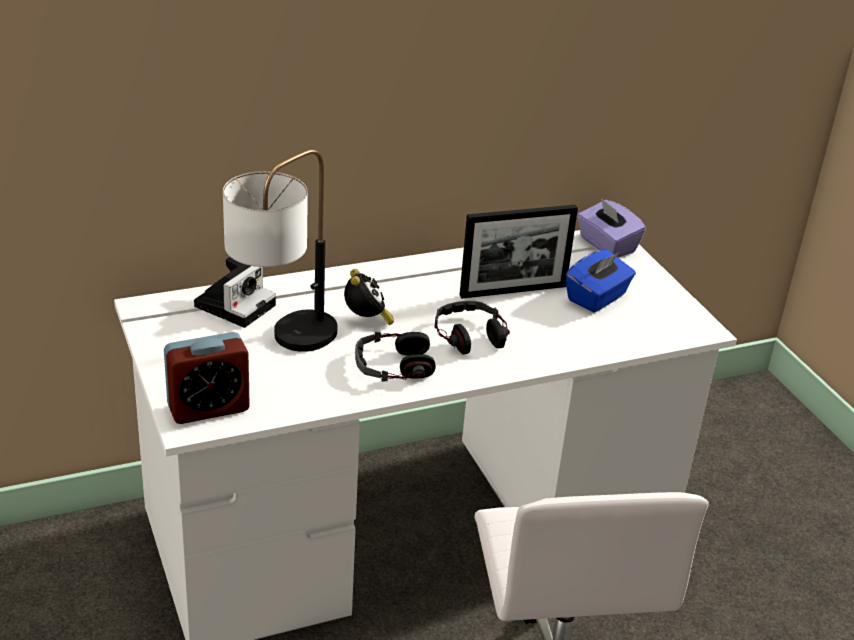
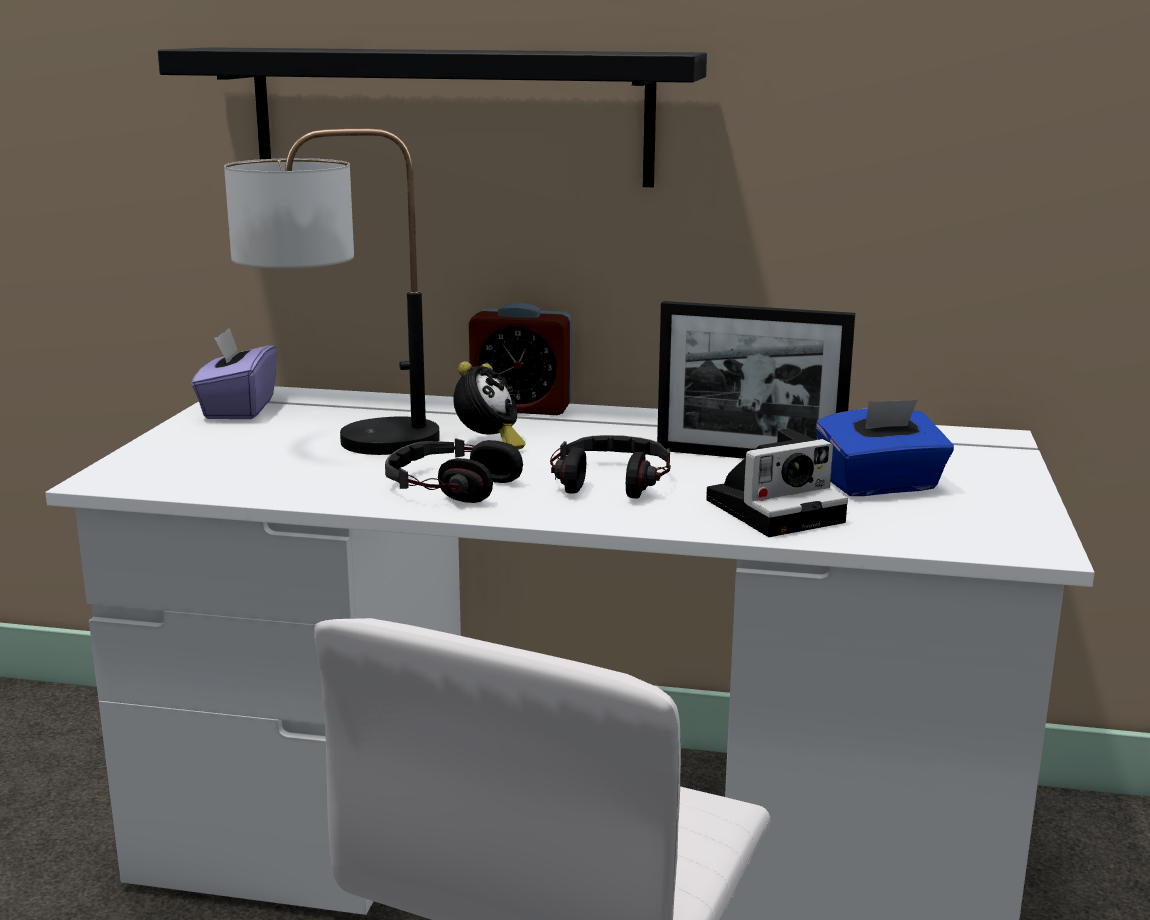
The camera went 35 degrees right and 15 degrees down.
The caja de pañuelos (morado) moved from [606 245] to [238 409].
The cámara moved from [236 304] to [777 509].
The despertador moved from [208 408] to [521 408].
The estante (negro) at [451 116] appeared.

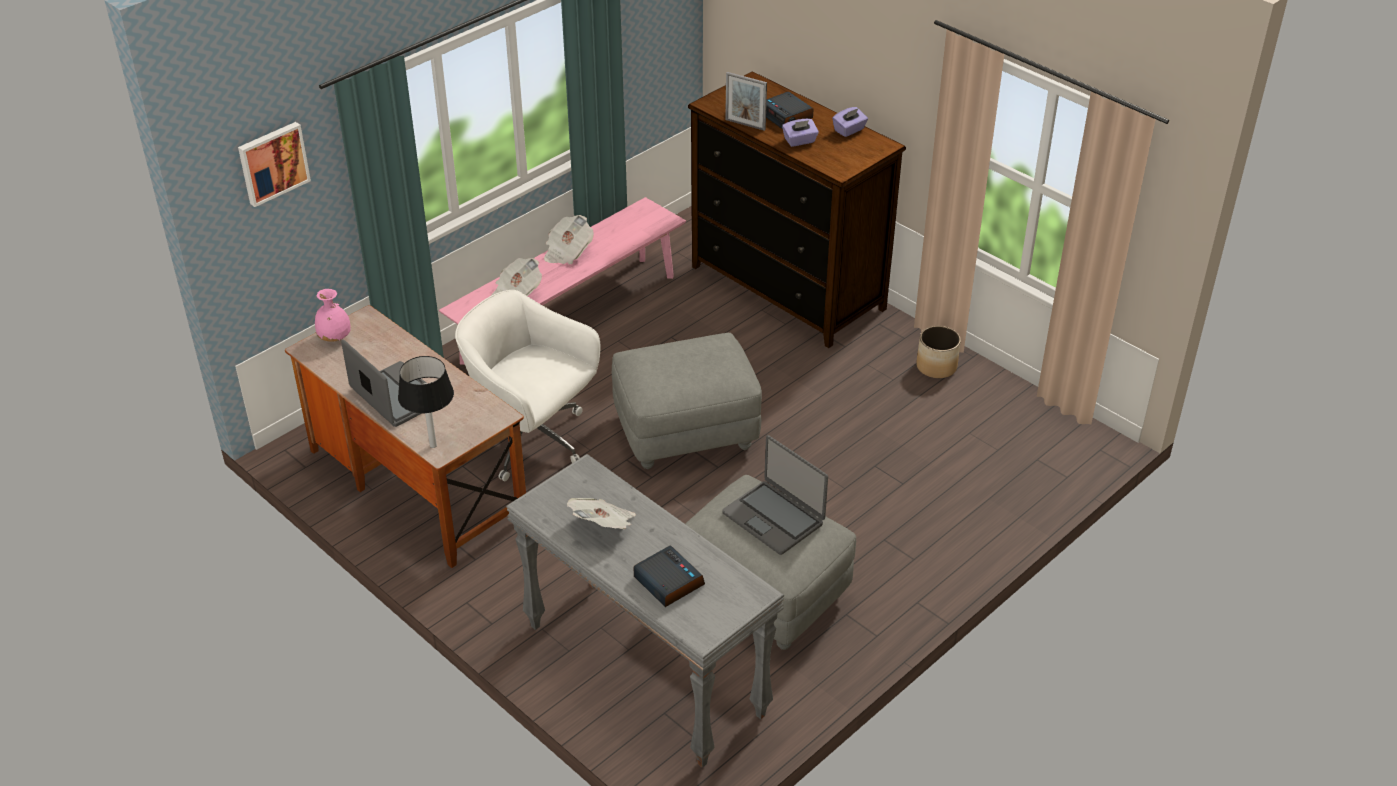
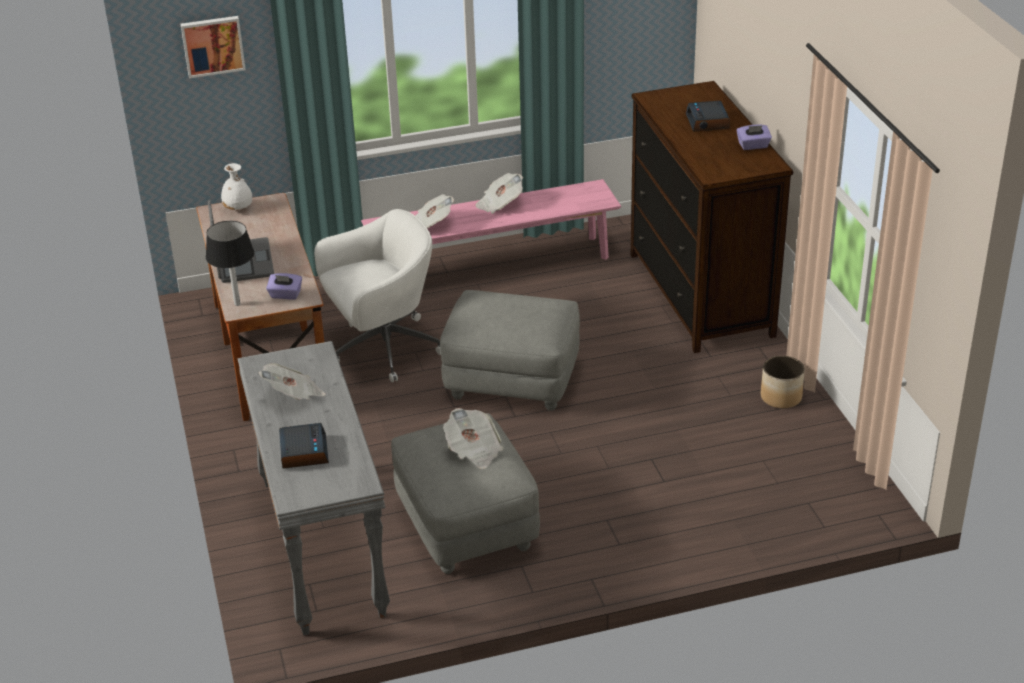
The camera went 30 degrees right and 5 degrees down.
The portarretratos at [745 124] disappeared.
The caja de pañuelos (morado) moved from [800 141] to [285 295].
The florero (rosa) at [335 338] became the florero (blanco) at [238 209].
The silla de oficina (blanco) at [531 441] turned 90 degrees clockwise.
The portátil at [774 518] was replaced by the periódico at [474 450].

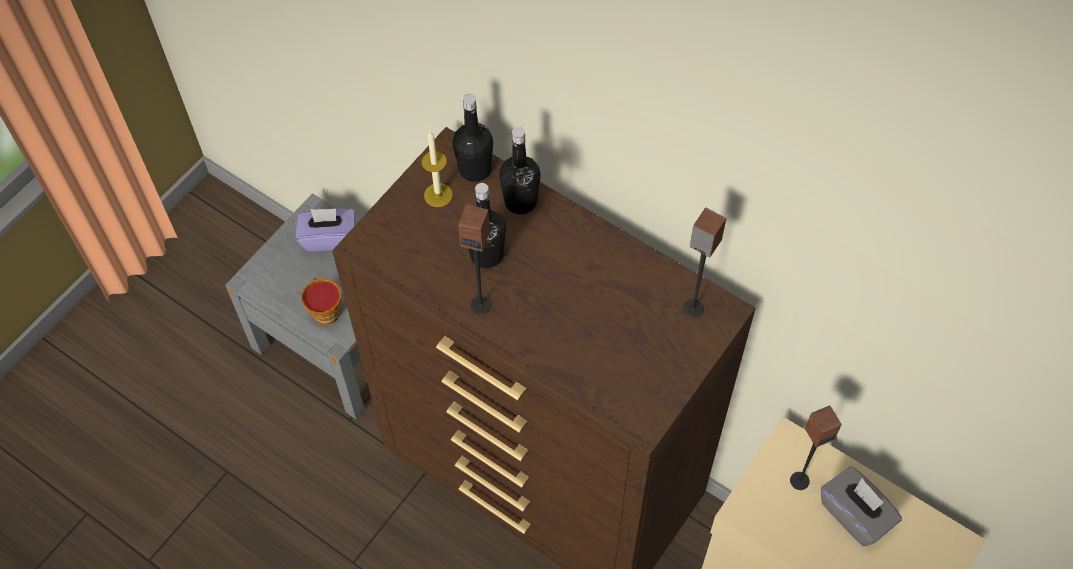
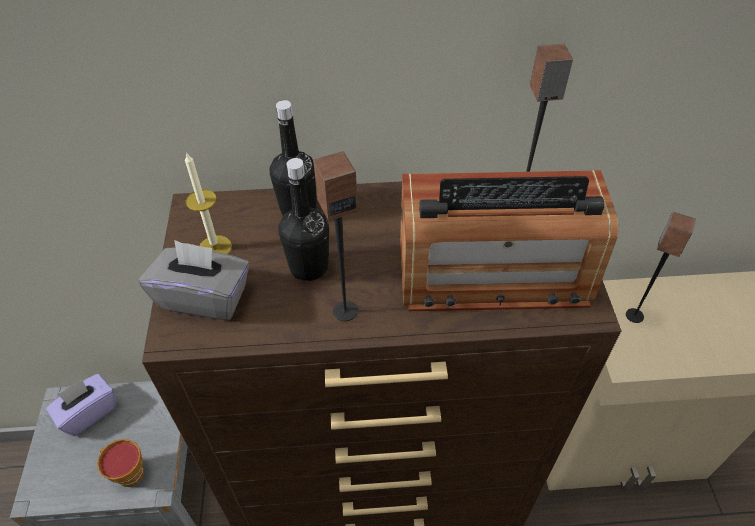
The camera went 40 degrees left and 10 degrees down.
The botella (negro) at [475 169] disappeared.
The caja de pañuelos (gris) moved from [855 514] to [204 297].
The radio at [492 274] appeared.

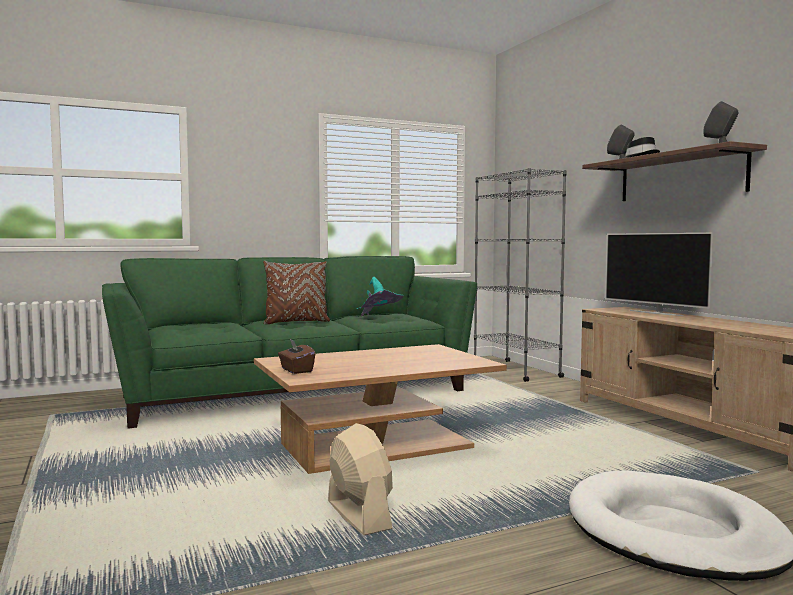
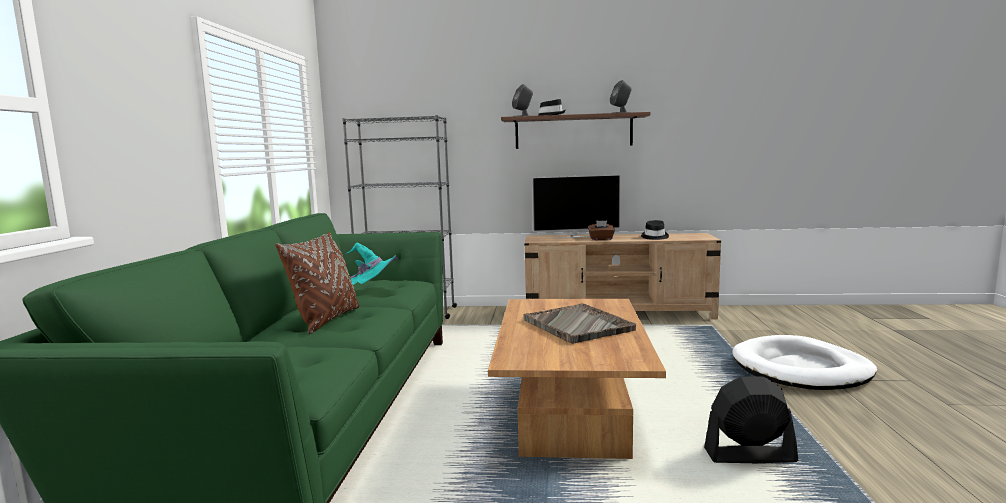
The camera went 60 degrees left and 5 degrees up.
The caja de pañuelos (marrón) moved from [296 370] to [601 239].
The ventilador (beis) at [358 515] became the ventilador (negro) at [749 455].
The sombrero (negro) at [654 237] appeared.
The bandeja (gris) at [578 325] appeared.

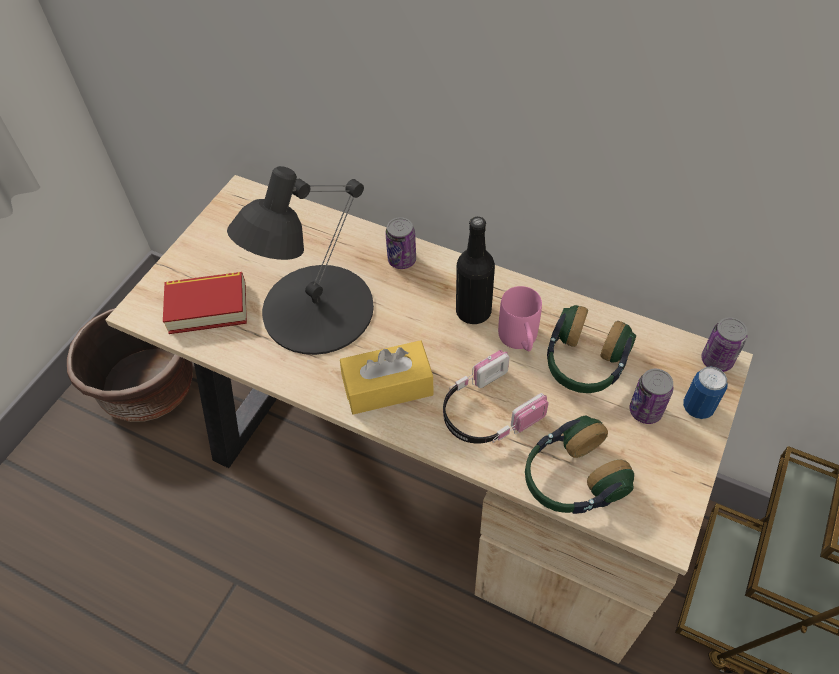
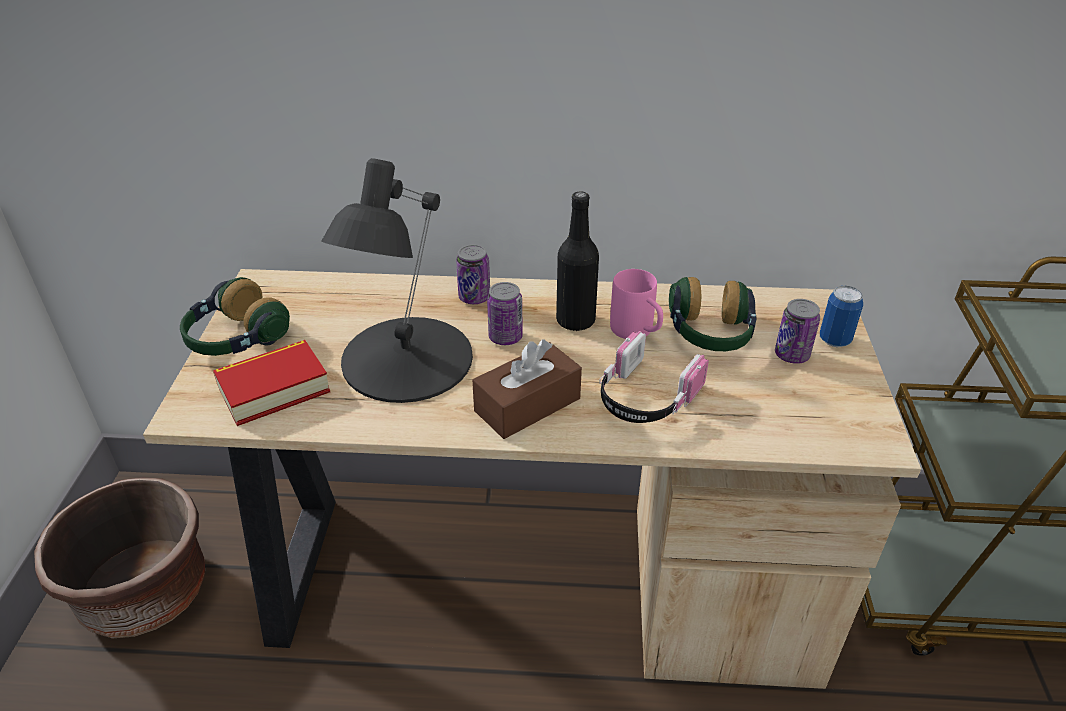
The camera went 25 degrees left and 15 degrees down.
The lata moved from [716 360] to [505 337].
The caja de pañuelos (amarillo) at [388 387] became the caja de pañuelos (marrón) at [527 405].
The auriculares moved from [571 479] to [236 339].

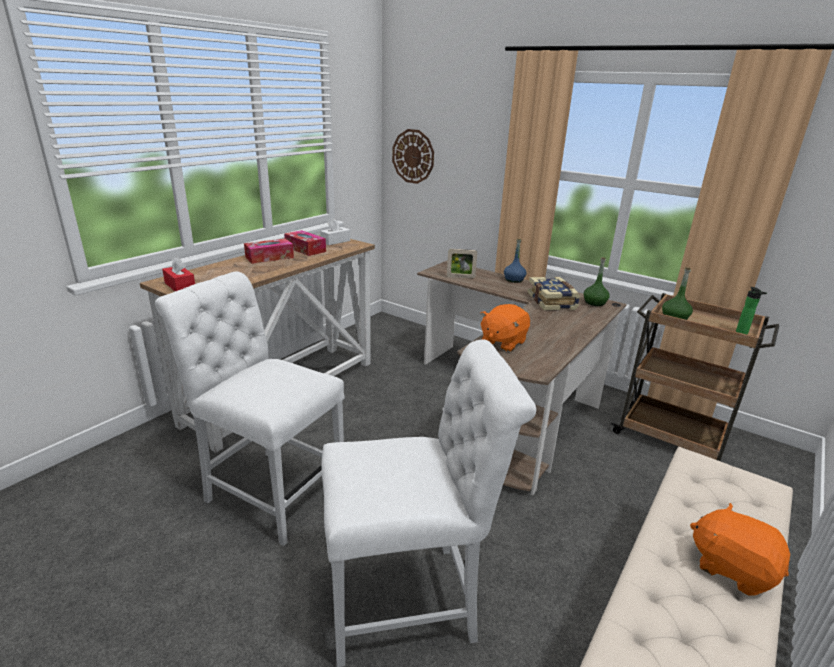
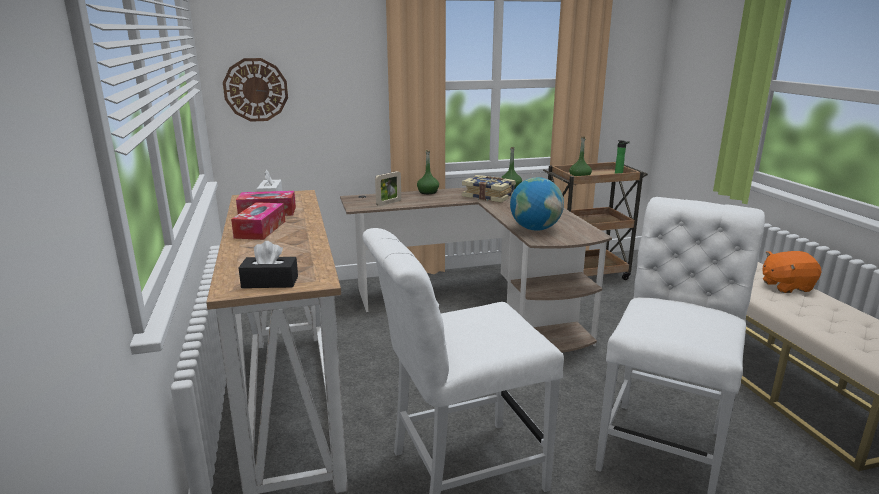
The camera went 50 degrees left and 5 degrees down.
The botella (azul) at [514 280] became the botella (verde) at [428 192].
The caja de pañuelos (rojo) at [180 286] became the caja de pañuelos (negro) at [270 282].
The peluche (naranja) at [502 342] was replaced by the globo terráqueo at [535 229].

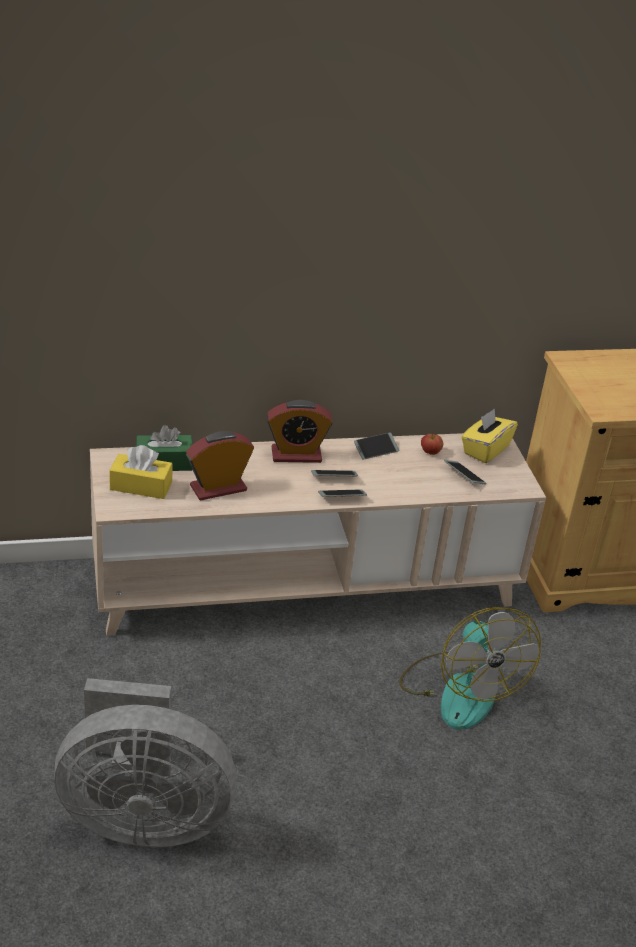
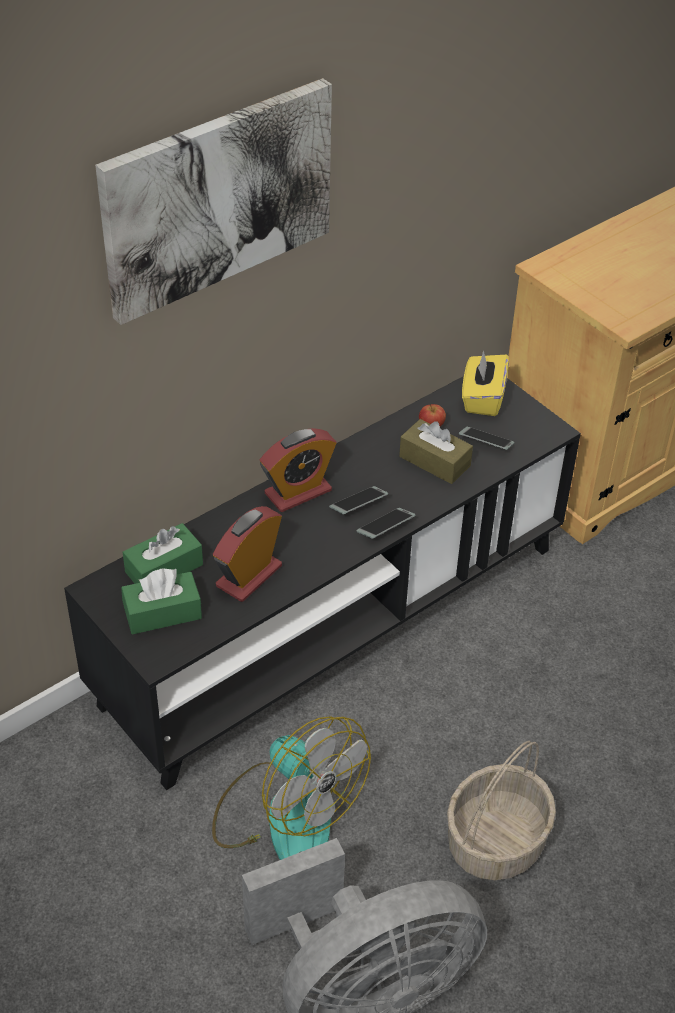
The camera went 25 degrees left and 10 degrees up.
The mueble de televisión (beis) at [306 587] became the mueble de televisión (negro) at [334 624].
The móvil at [376 450] disappeared.
The caja de pañuelos (amarillo) at [141 486] became the caja de pañuelos (verde) at [162 613].
The ventilador moved from [460 689] to [285 814].
The cuadro at [217 198] appeared.
The caja de pañuelos (marrón) at [434 461] appeared.
The cesta at [495 840] appeared.

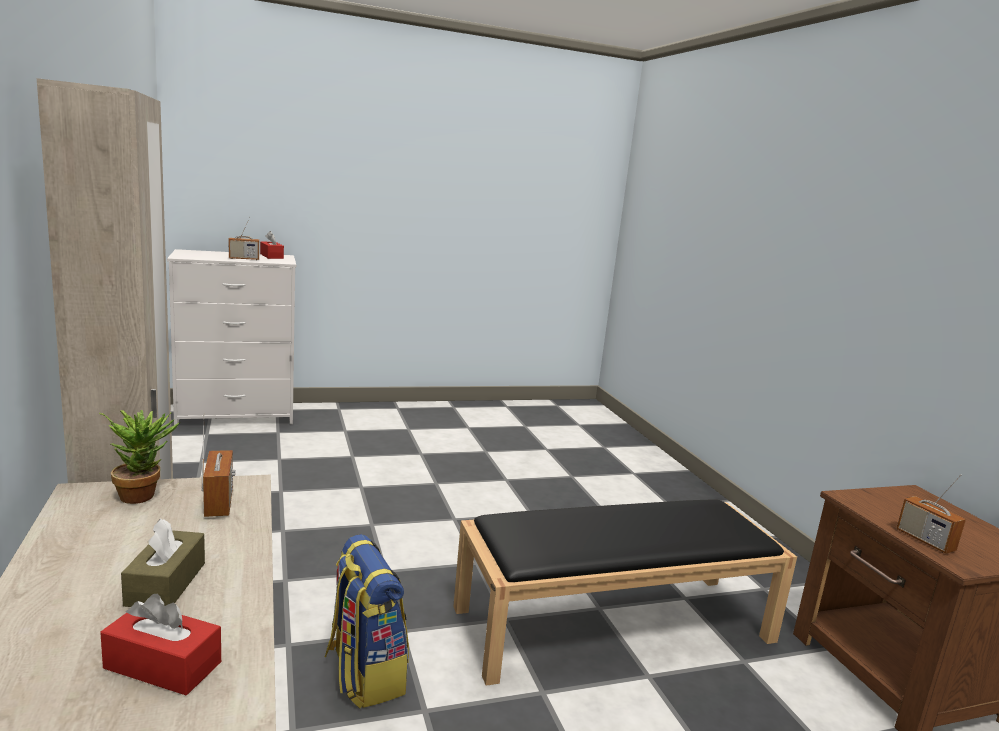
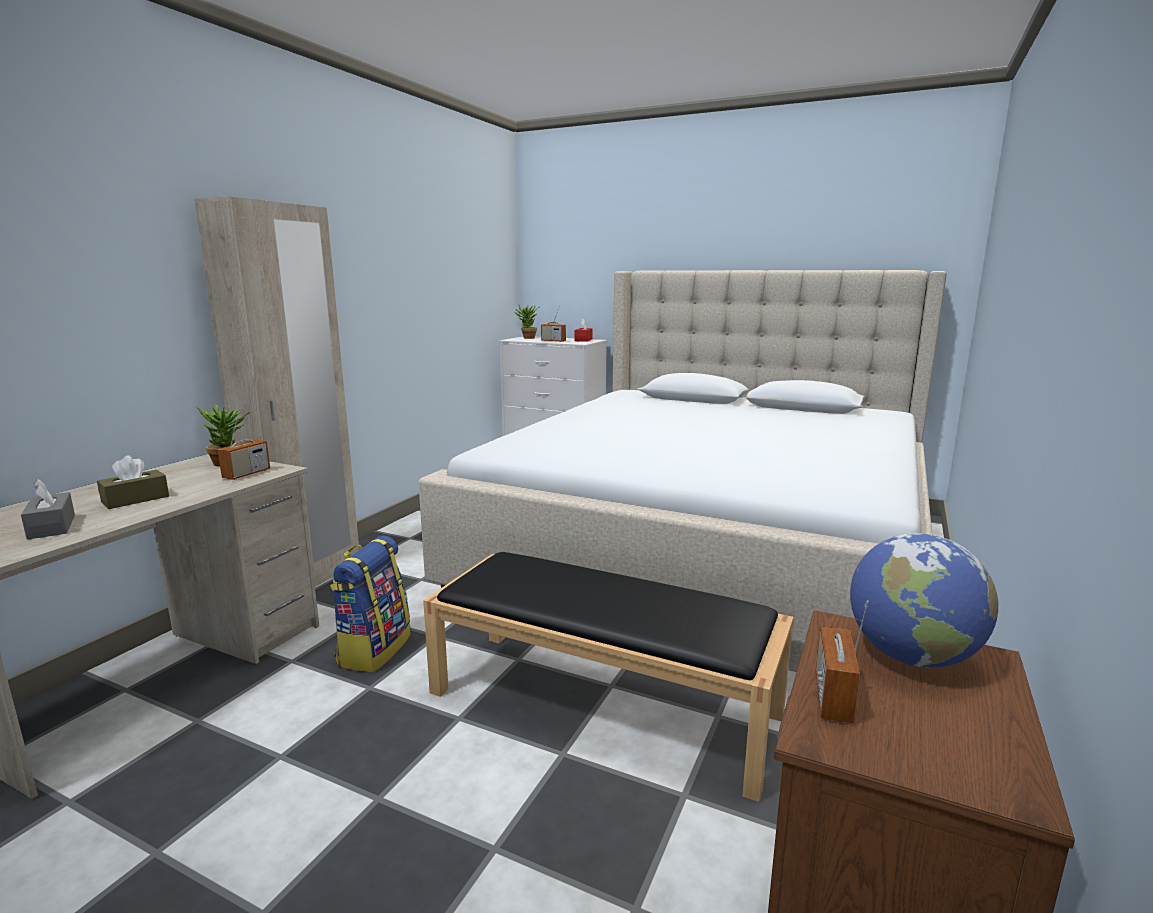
The camera went 45 degrees right and 0 degrees up.
The caja de pañuelos (rojo) at [163 665] became the caja de pañuelos (gris) at [52 527].
The cama (beis) at [710 553] appeared.
The planta en maceta at [527 338] appeared.
The globo terráqueo at [911 657] appeared.

